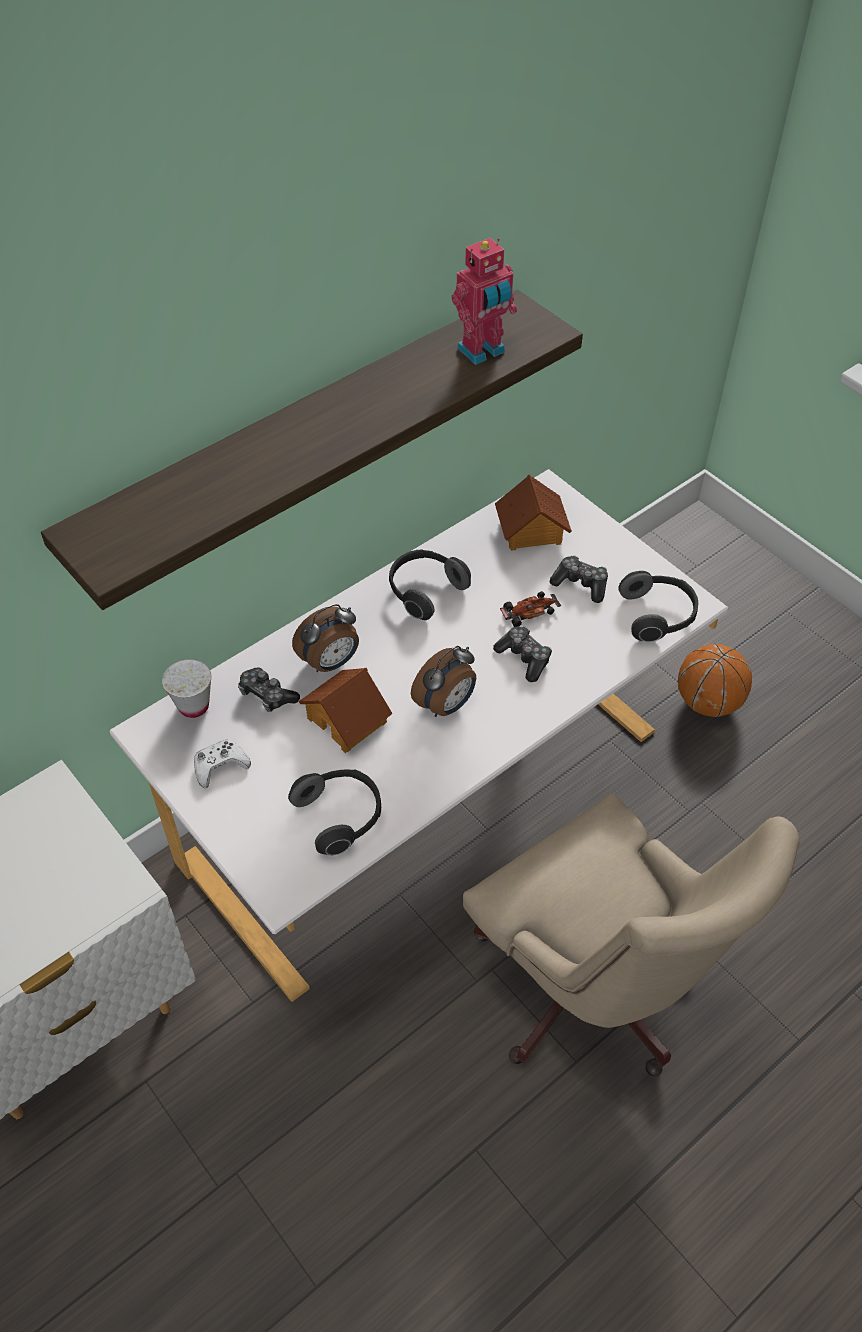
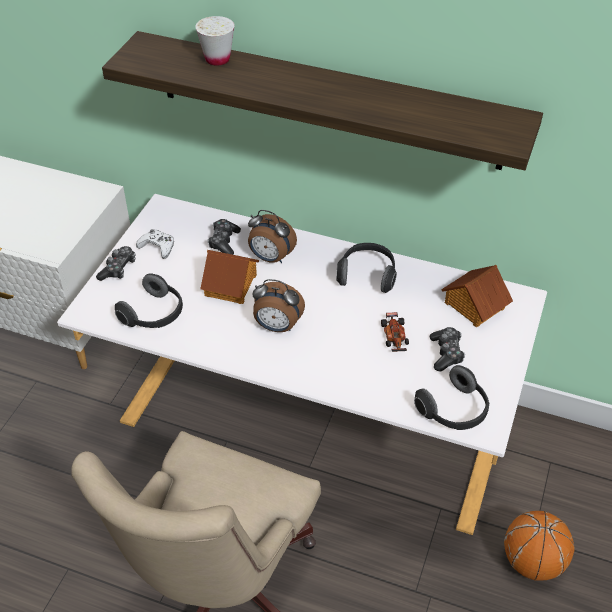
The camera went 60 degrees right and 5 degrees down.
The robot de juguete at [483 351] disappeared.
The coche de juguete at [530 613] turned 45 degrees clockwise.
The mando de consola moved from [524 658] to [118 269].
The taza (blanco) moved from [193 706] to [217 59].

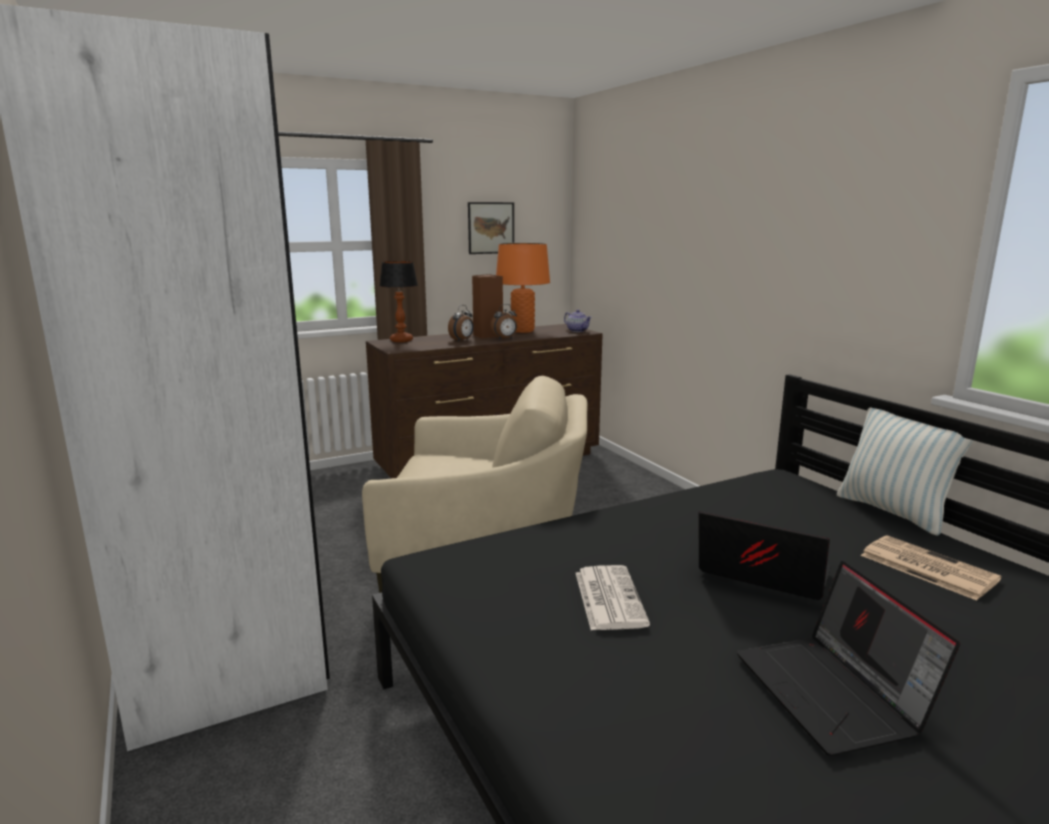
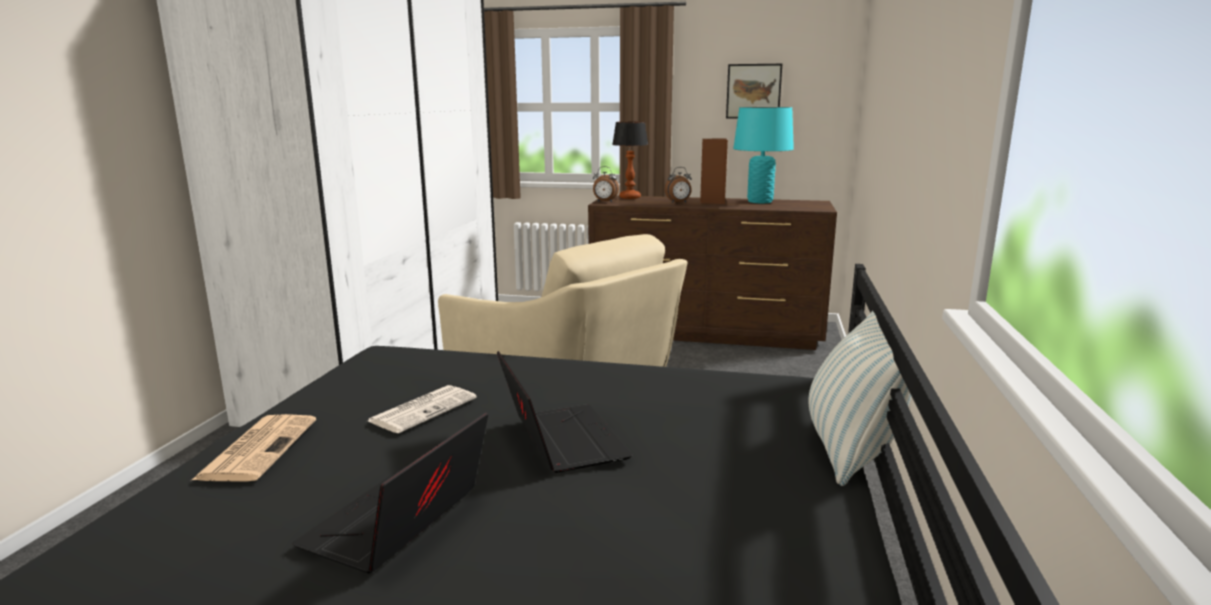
The camera went 40 degrees right and 0 degrees up.
The lámpara de mesa (naranja) at [522 331] became the lámpara de mesa (turquesa) at [760 201].
The despertador moved from [505 339] to [605 202].
The tetera at [577 331] disappeared.
The periódico moved from [925 567] to [258 448].

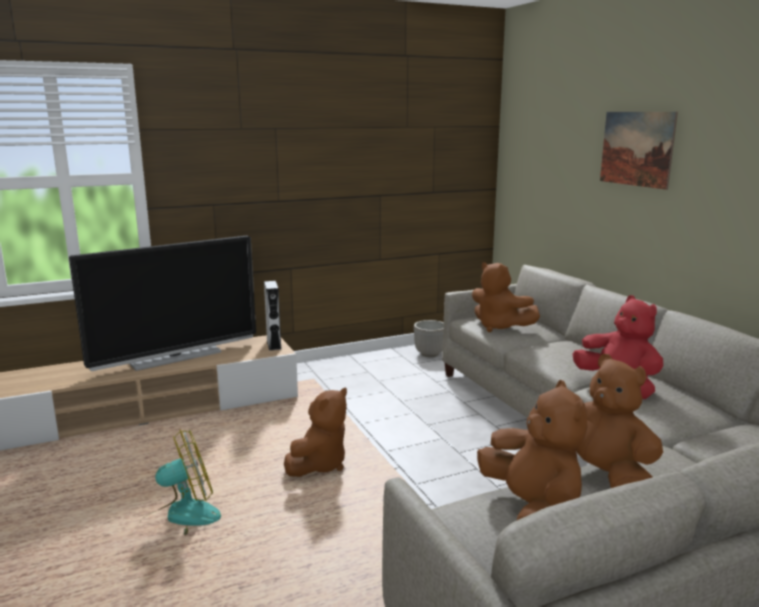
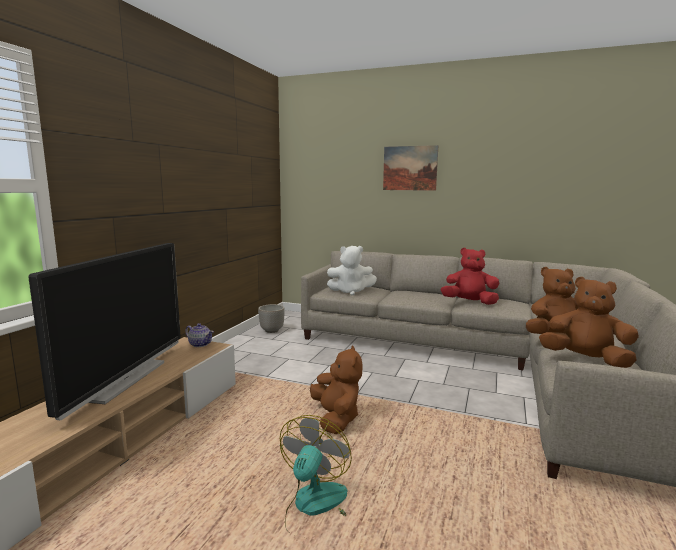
The camera went 45 degrees left and 5 degrees down.
The peluche (marrón) at [499 327] became the peluche (blanco) at [350 292].
The altavoz (gris) at [274 344] was replaced by the tetera at [200 344].

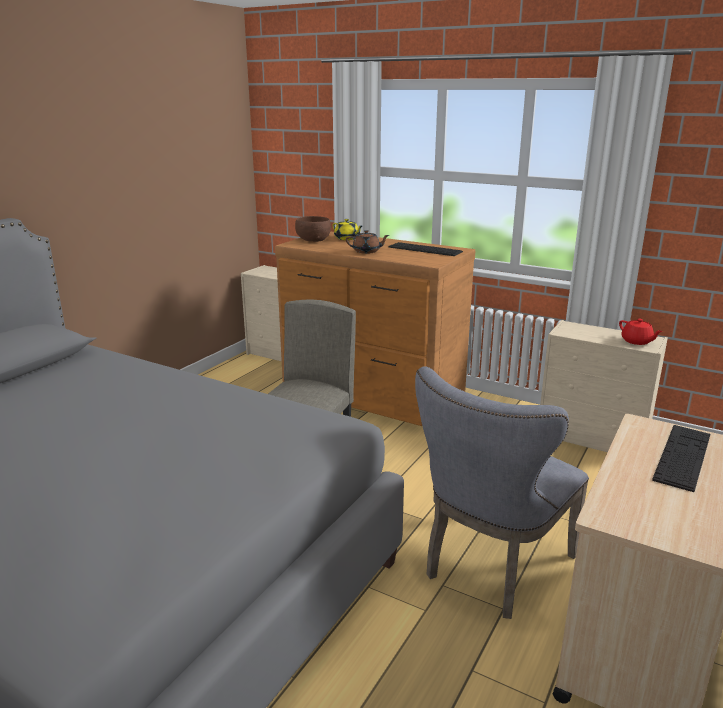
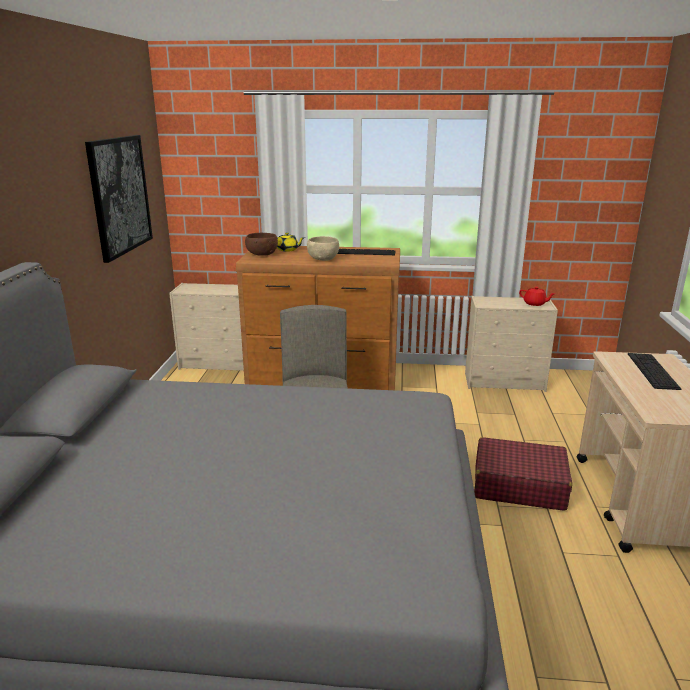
The camera went 25 degrees left and 0 degrees up.
The tetera (marrón) at [367 251] was replaced by the cuenco (beis) at [323 259].
The silla (gris) at [492 568] was replaced by the maleta (rojo) at [518 485].
The cuadro at [120 195] appeared.

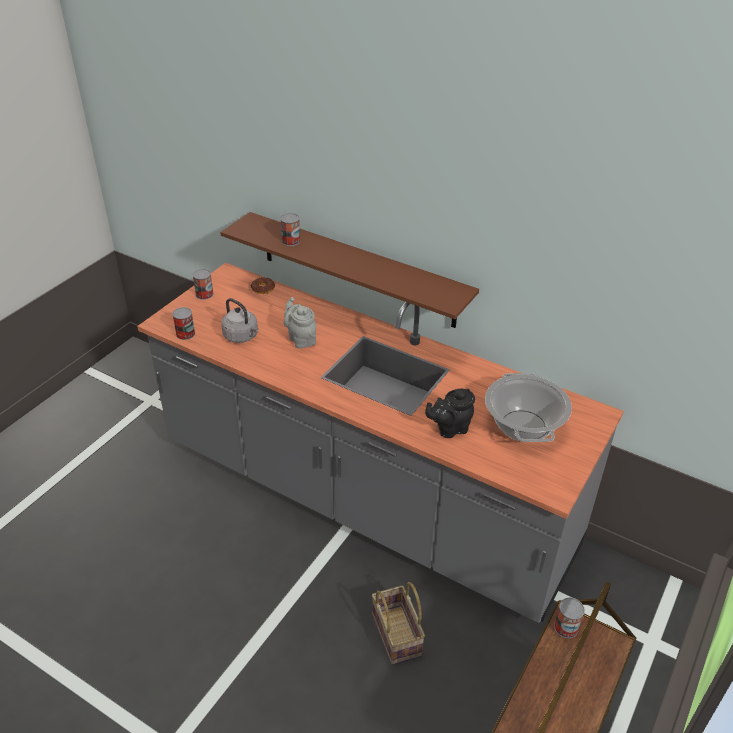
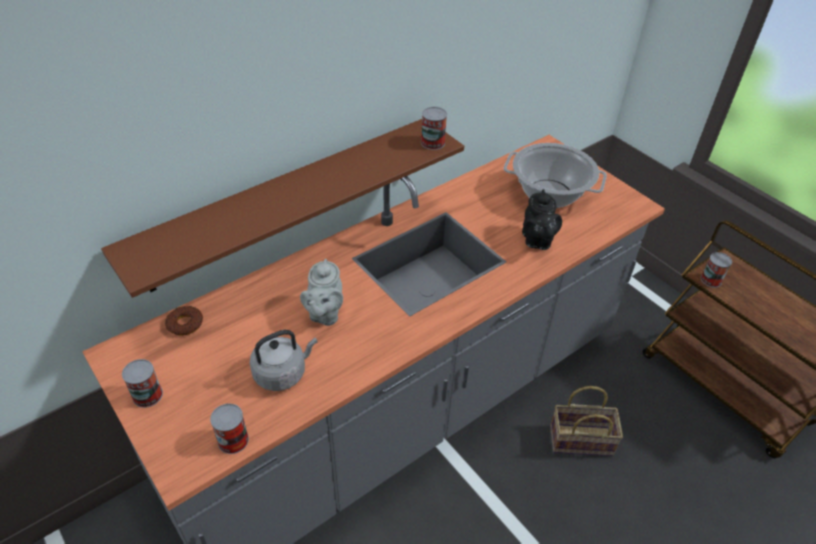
The camera went 70 degrees left and 5 degrees up.
The lata moved from [291 241] to [432 142].
The tetera (gris) at [301 339] turned 75 degrees counterclockwise.

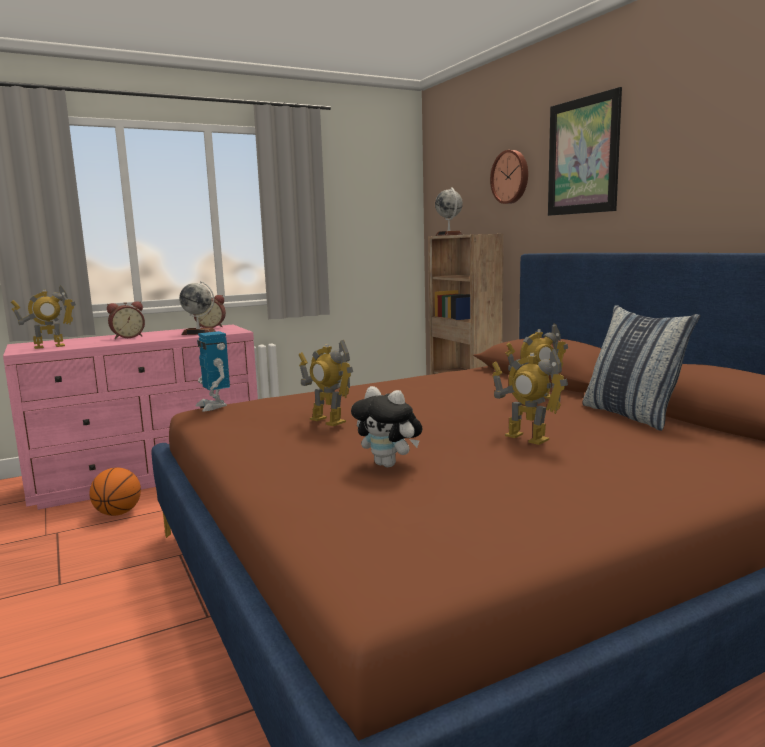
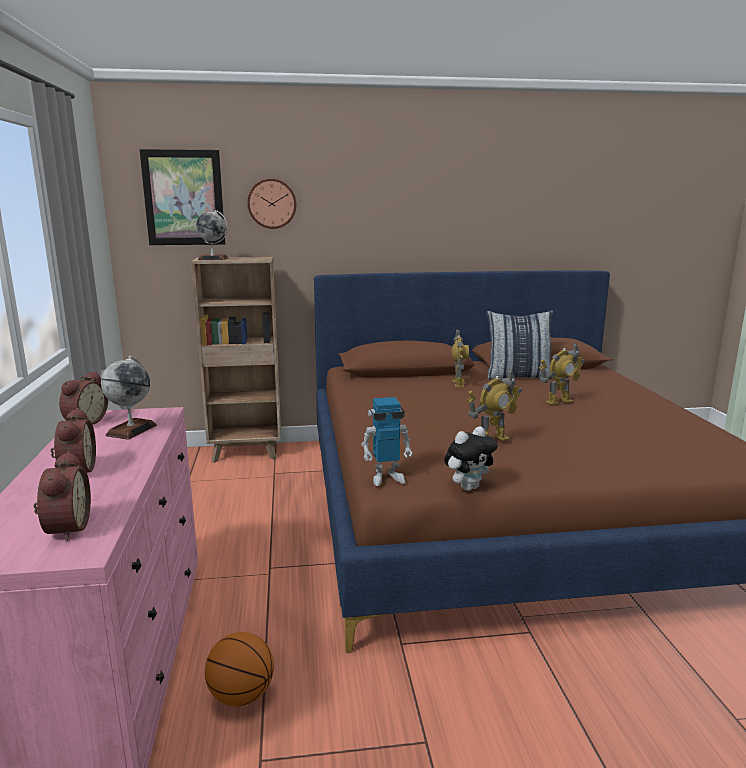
The camera went 70 degrees left and 5 degrees up.
The cuadro moved from [583 156] to [184 198].
The robot de juguete at [49 346] was replaced by the despertador at [65 528].
The peluche moved from [389 464] to [468 487].

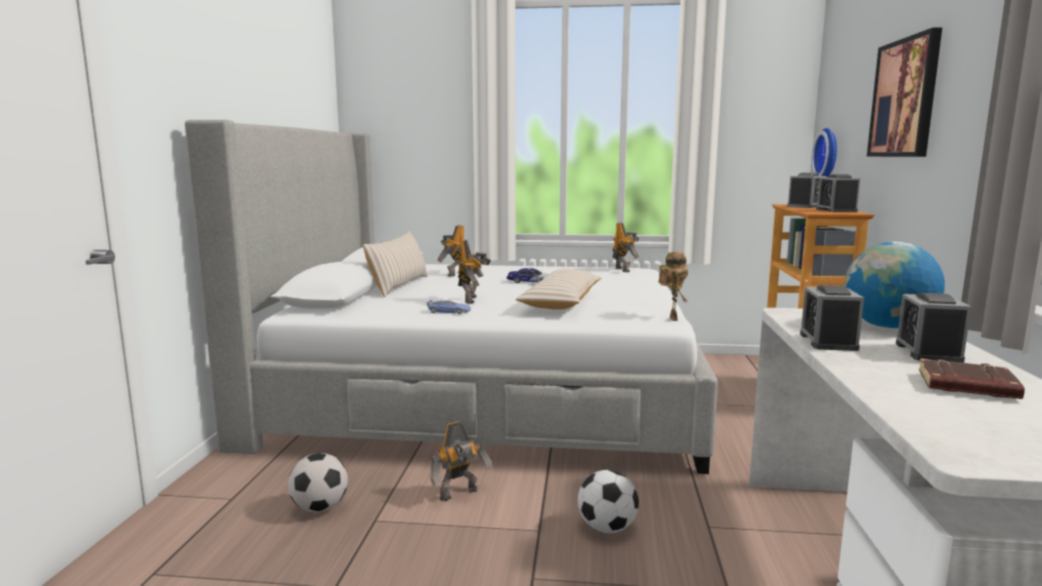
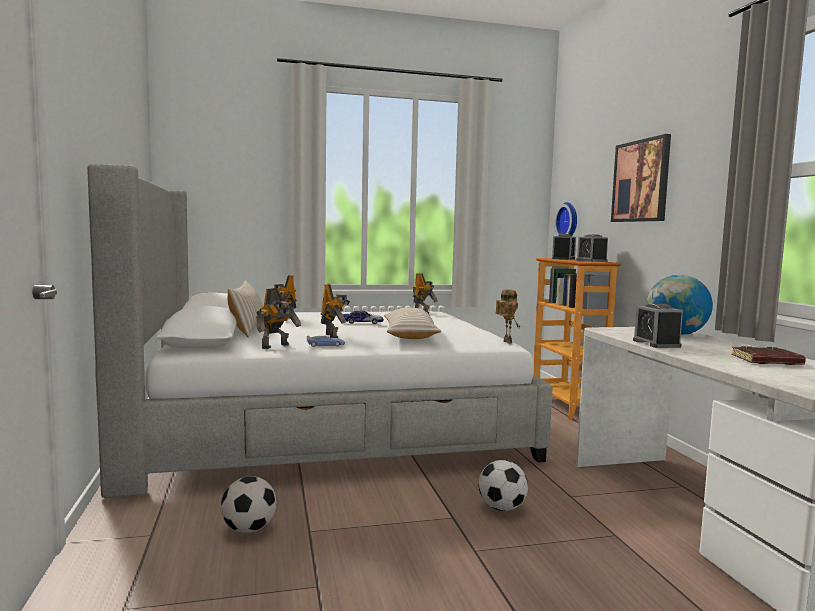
The camera went 20 degrees left and 5 degrees down.
The despertador at [928 352] disappeared.
The robot de juguete moved from [460 495] to [276 346].

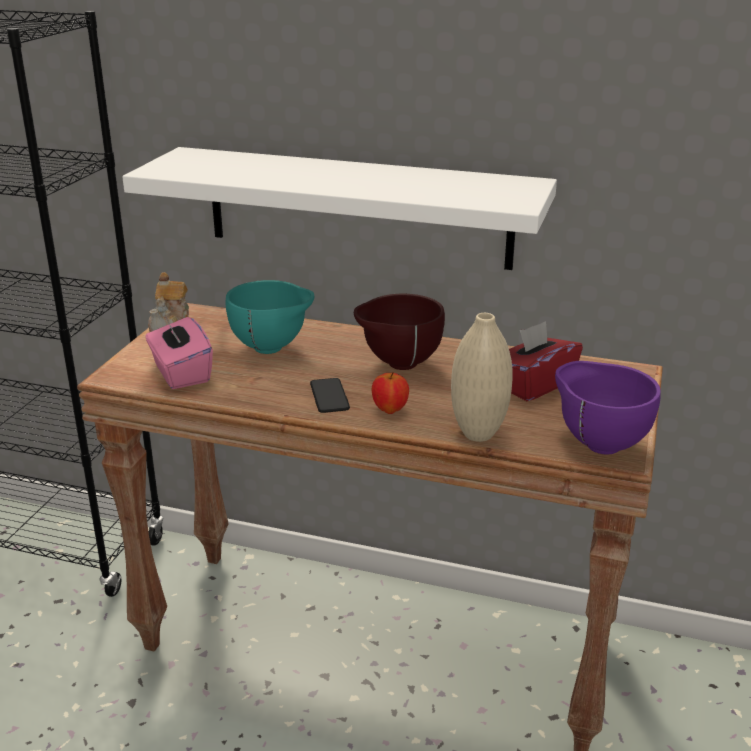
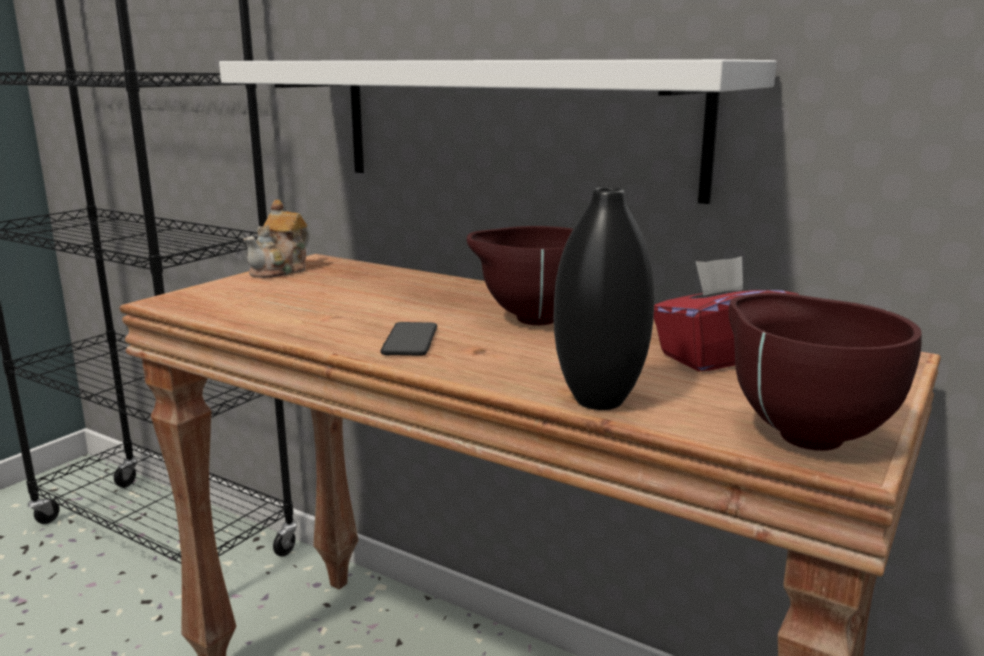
The camera went 15 degrees right and 10 degrees down.
The cuenco (turquesa) at [272 348] disappeared.
The florero (beis) at [478 434] became the florero (negro) at [599 401].
The caja de pañuelos (rosa) at [181 373] disappeared.
The cuenco (morado) at [598 444] became the cuenco (marrón) at [803 434].
The manzana at [390 410] disappeared.

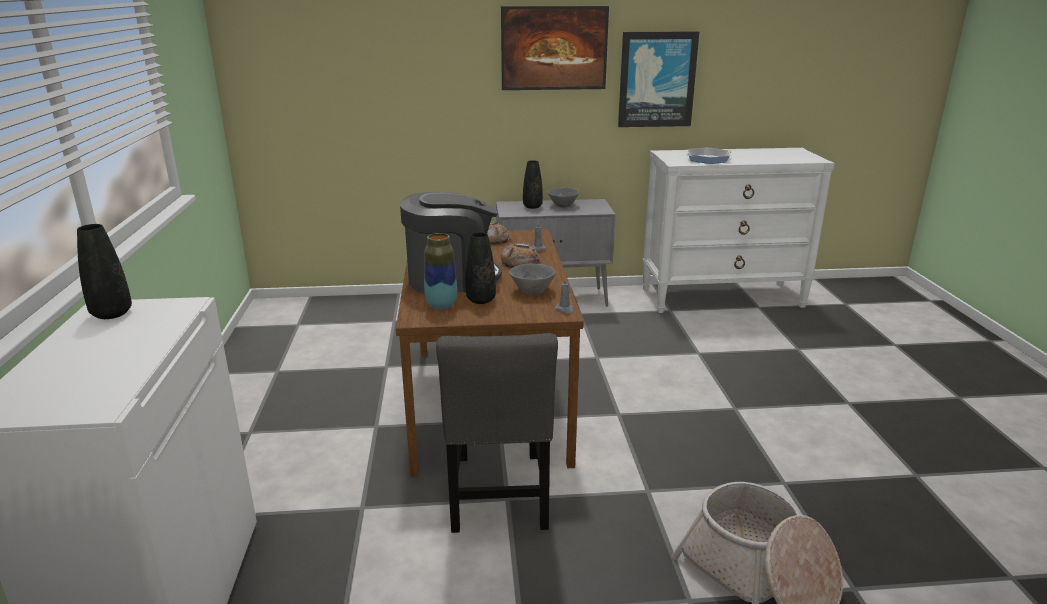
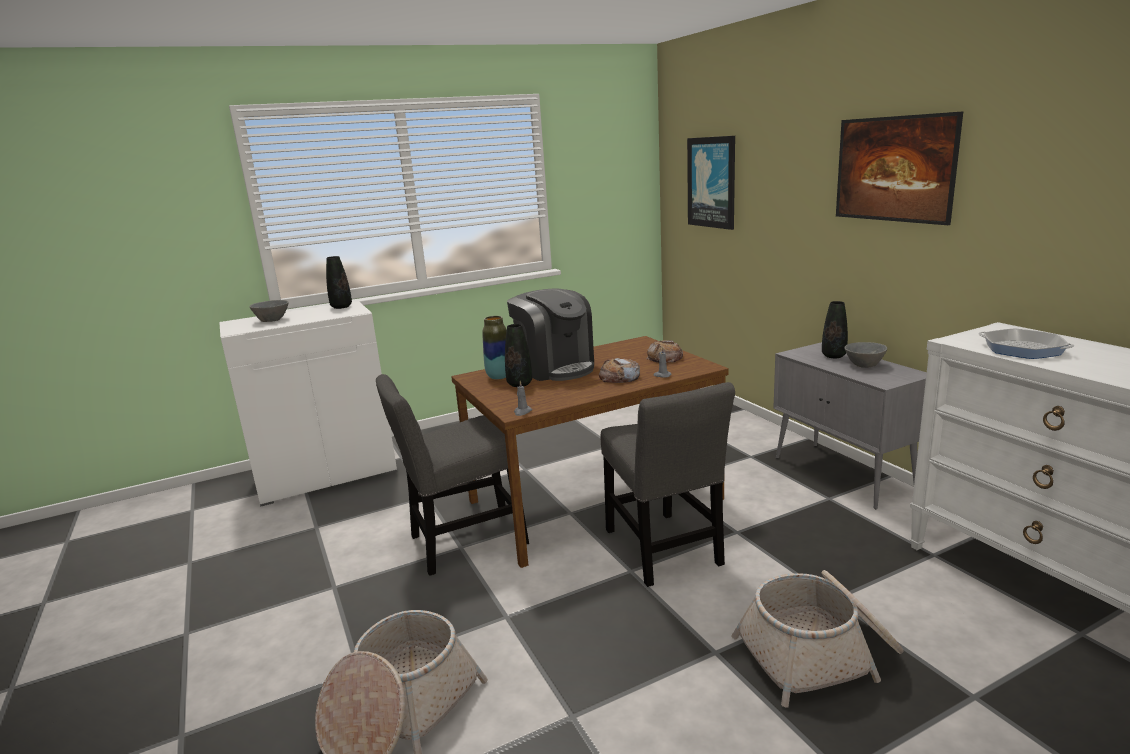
The camera went 70 degrees right and 5 degrees down.
The cuadro moved from [657 79] to [712 182].
The cuenco (gris) moved from [533 290] to [273 320].
The silla (gris) at [664 551] appeared.
The cesta at [819 654] appeared.

